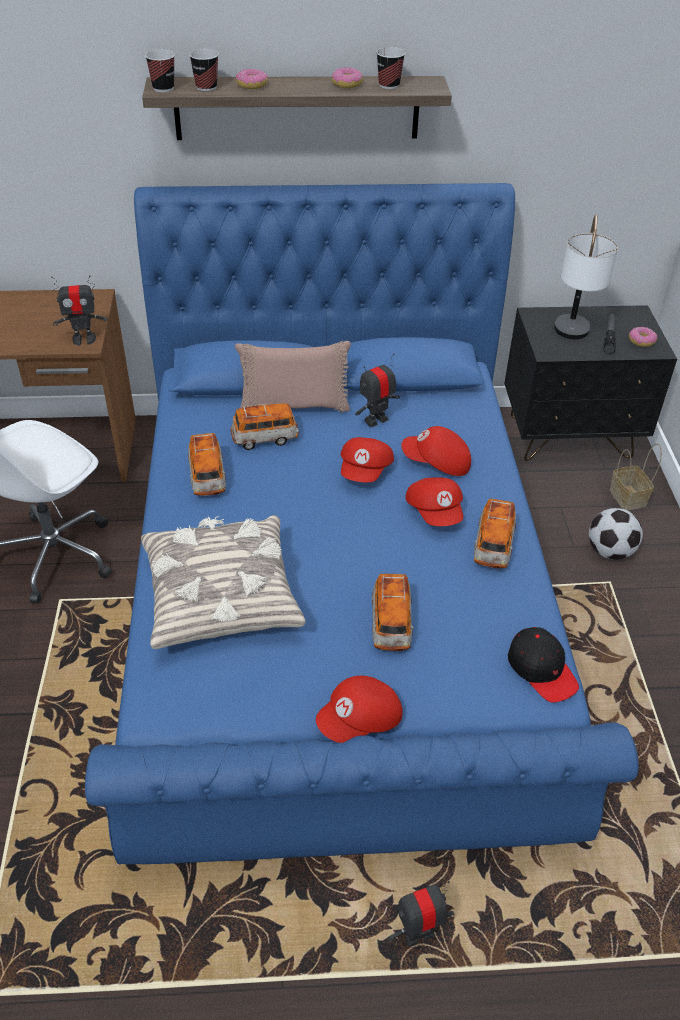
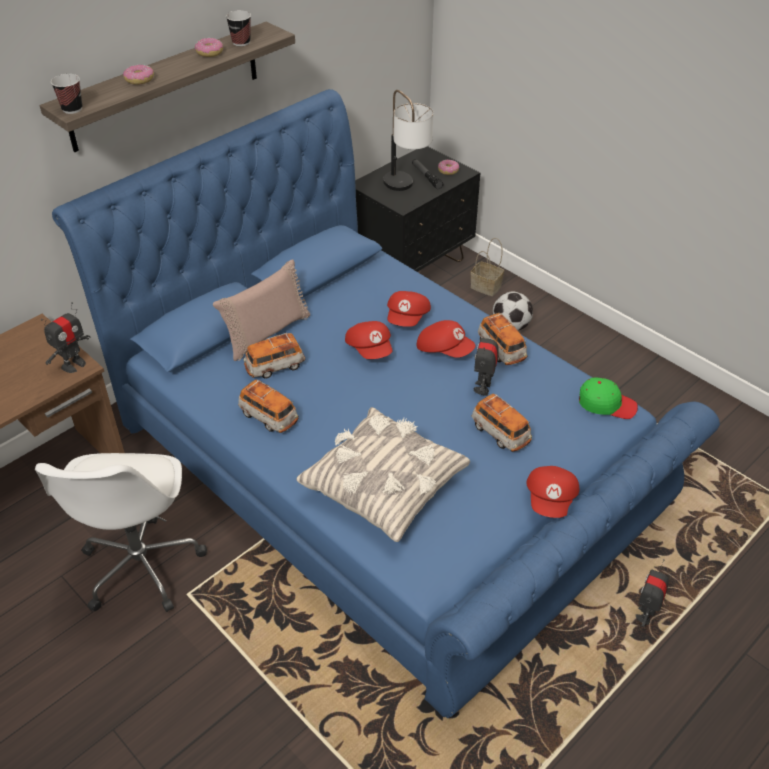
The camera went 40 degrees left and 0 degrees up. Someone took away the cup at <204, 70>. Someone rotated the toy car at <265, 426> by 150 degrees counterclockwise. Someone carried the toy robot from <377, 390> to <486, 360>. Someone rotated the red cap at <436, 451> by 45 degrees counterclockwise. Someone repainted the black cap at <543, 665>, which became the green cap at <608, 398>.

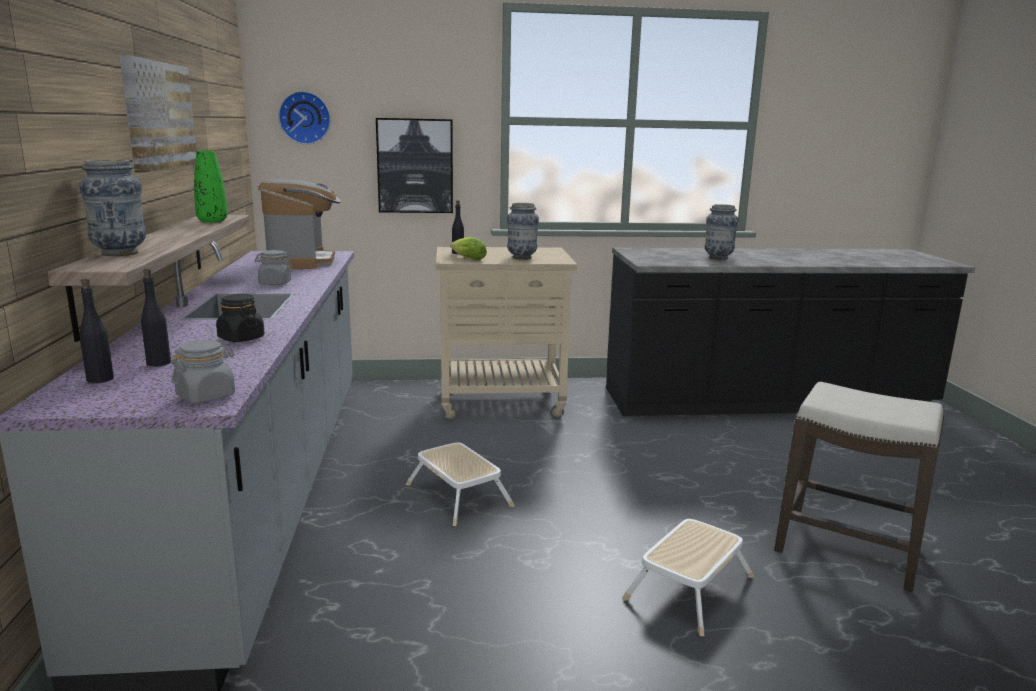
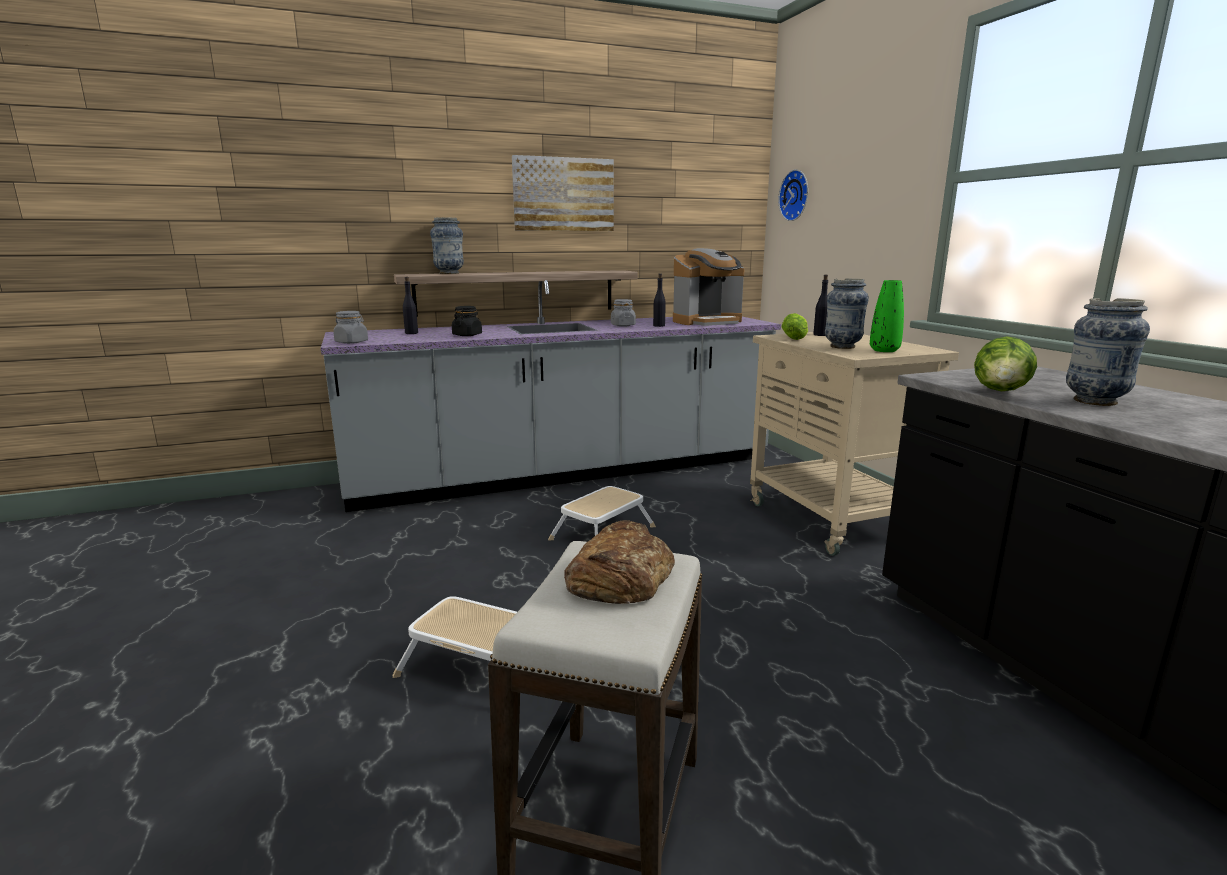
The camera went 75 degrees right and 0 degrees up. Someone carried the black bottle from <96, 330> to <659, 300>. Someone carried the green vase from <211, 187> to <887, 316>. Someone took away the picture at <414, 165>. Someone put down the bread at <619, 562>. Someone put down the lettuce at <1005, 363>.

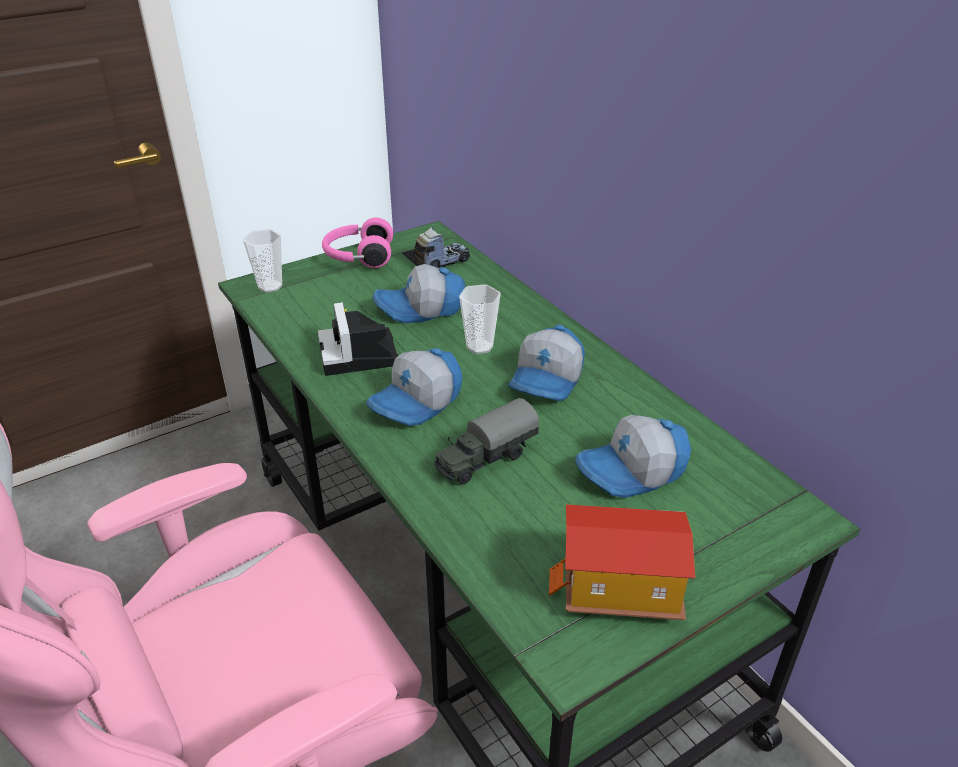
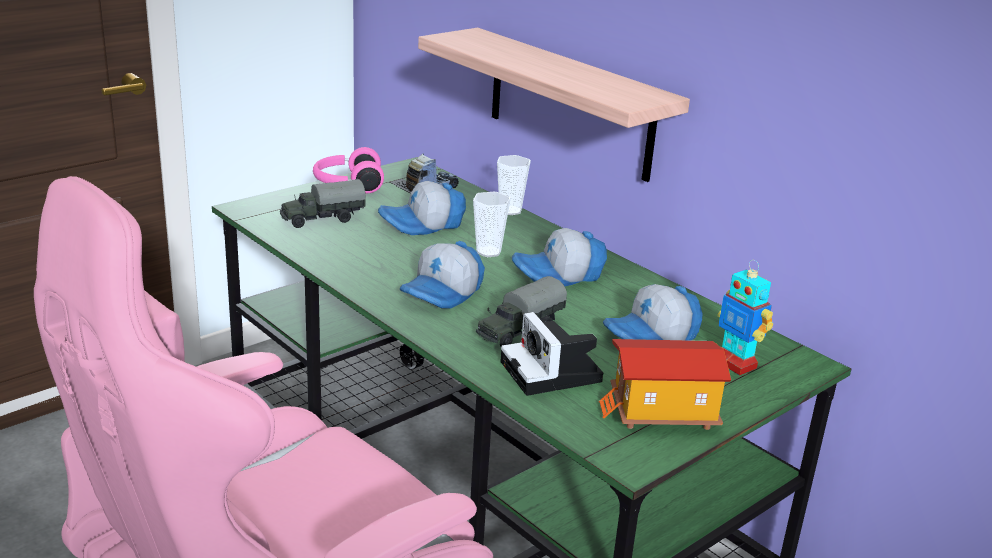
The camera went 10 degrees left and 10 degrees down. Someone carried the cup from <262, 261> to <514, 185>. Someone carried the photo camera from <358, 339> to <552, 354>. Someone rotated the cap at <546, 363> by 60 degrees clockwise. Someone put down the toy truck at <323, 203>. Someone put up the shelf at <554, 105>. Someone put down the toy robot at <745, 317>.

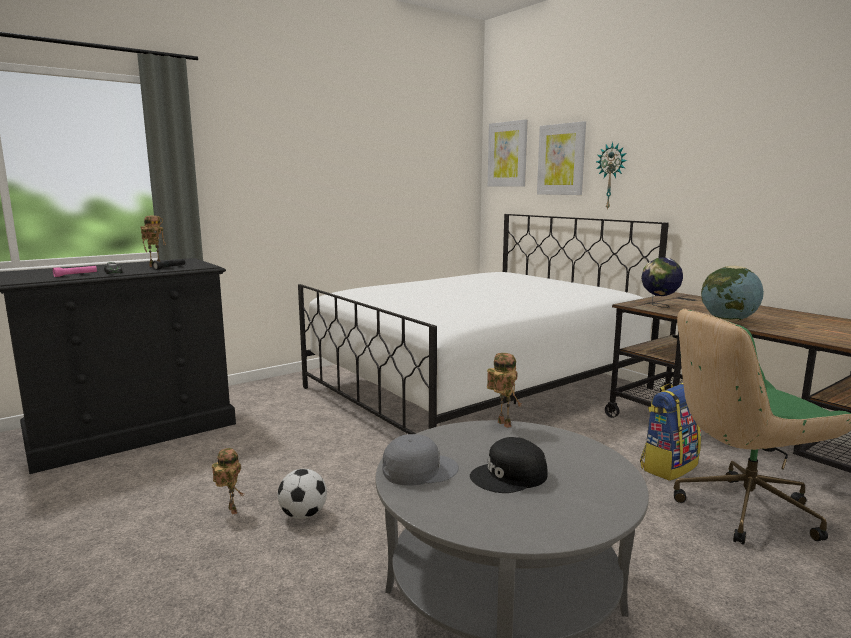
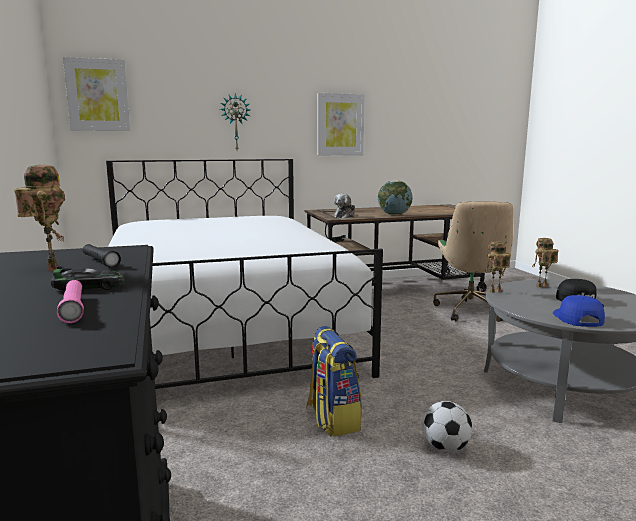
The camera went 70 degrees left and 0 degrees up. Someone carried the toy robot from <228, 481> to <545, 262>. Someone repainted the grey cap at <420, 460>, which became the blue cap at <579, 311>. Someone carried the picture from <561, 158> to <341, 124>. Someone carried the backpack from <670, 432> to <334, 381>. Someone swapped the globe at <662, 282> for the plush toy at <344, 206>.

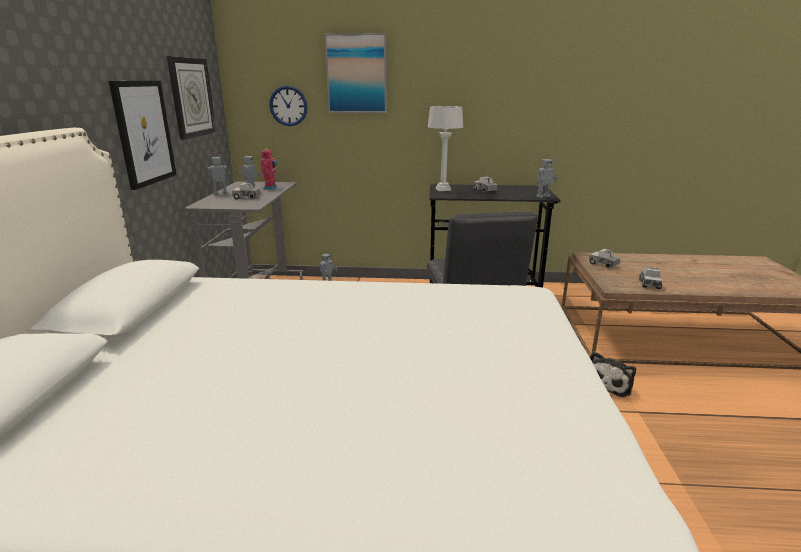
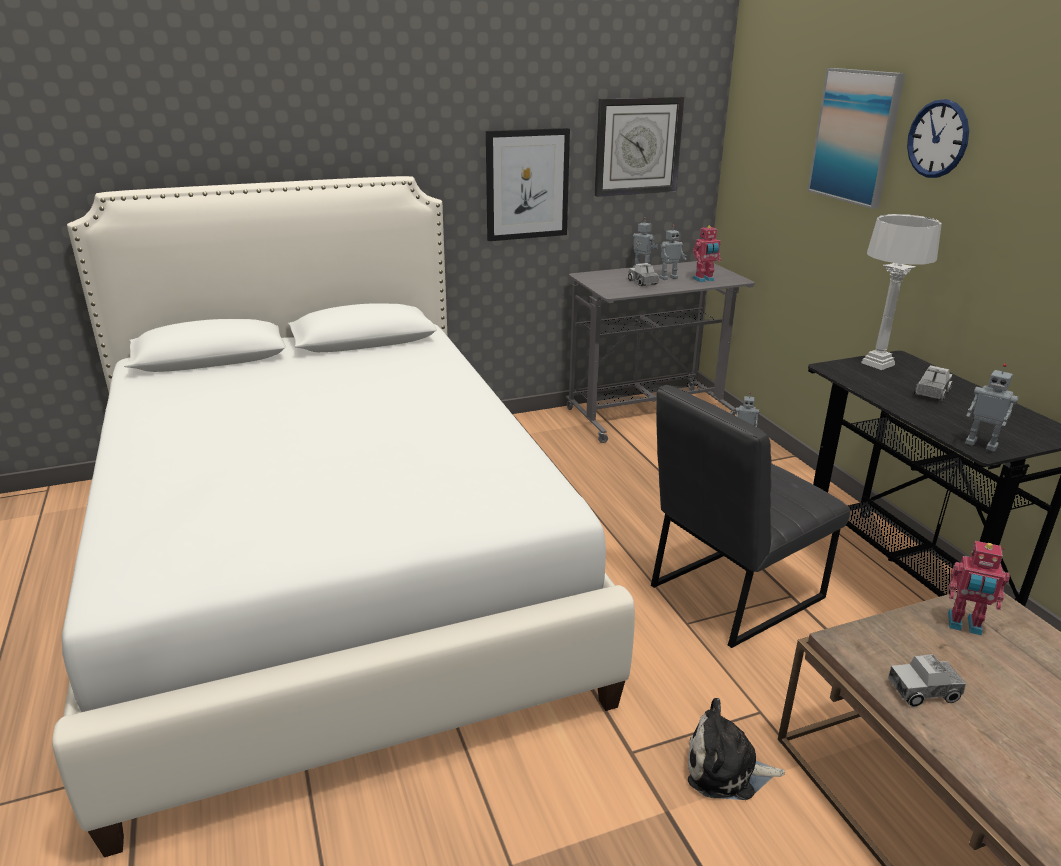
The camera went 65 degrees right and 5 degrees up. Someone carried the wall clock from <288, 106> to <938, 138>. Someone swapped the toy truck at <604, 259> for the toy robot at <979, 588>.

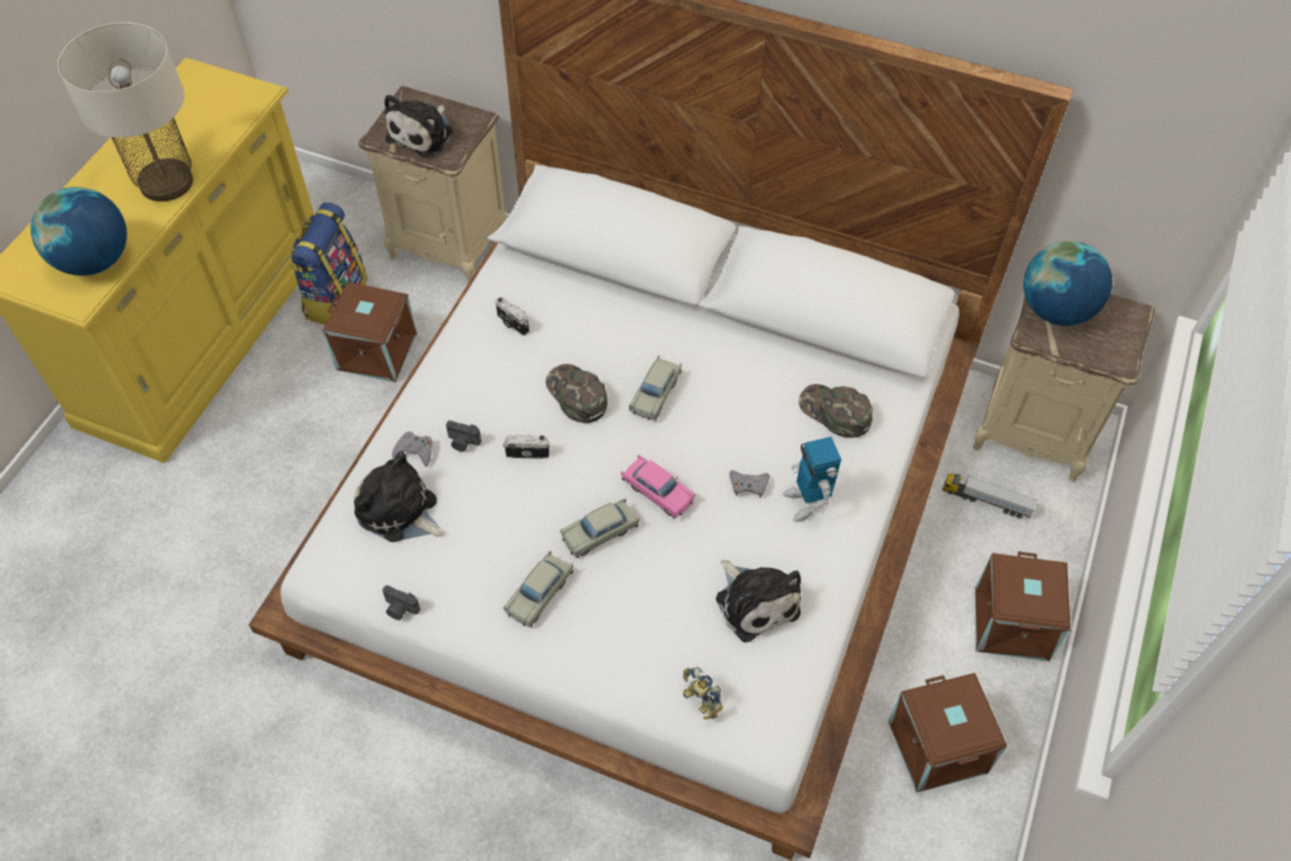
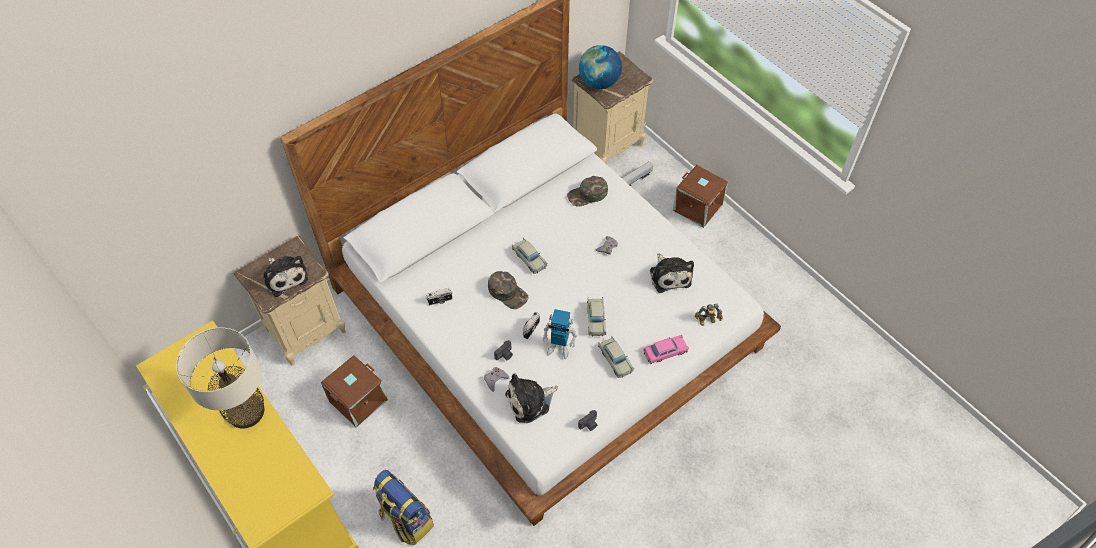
The camera went 60 degrees left and 0 degrees up. Someone took away the globe at <79, 231>. Someone carried the backpack from <328, 264> to <403, 507>. Someone rotated the green cap at <576, 393> by 135 degrees counterclockwise. Someone carried the pink toy car from <658, 487> to <666, 349>. Someone rotated the plush toy at <758, 601> by 75 degrees clockwise. Someone carried the toy robot from <812, 479> to <559, 334>. Someone took away the brown storage box at <947, 733>.

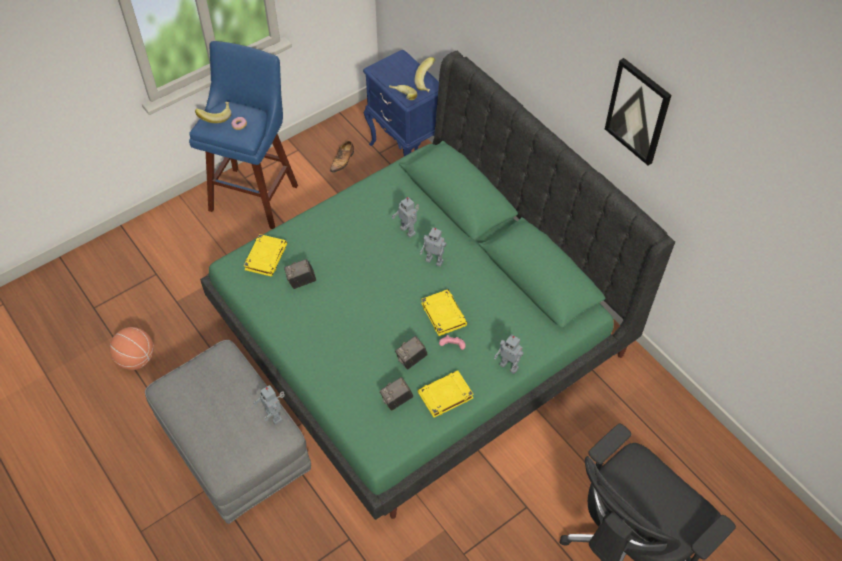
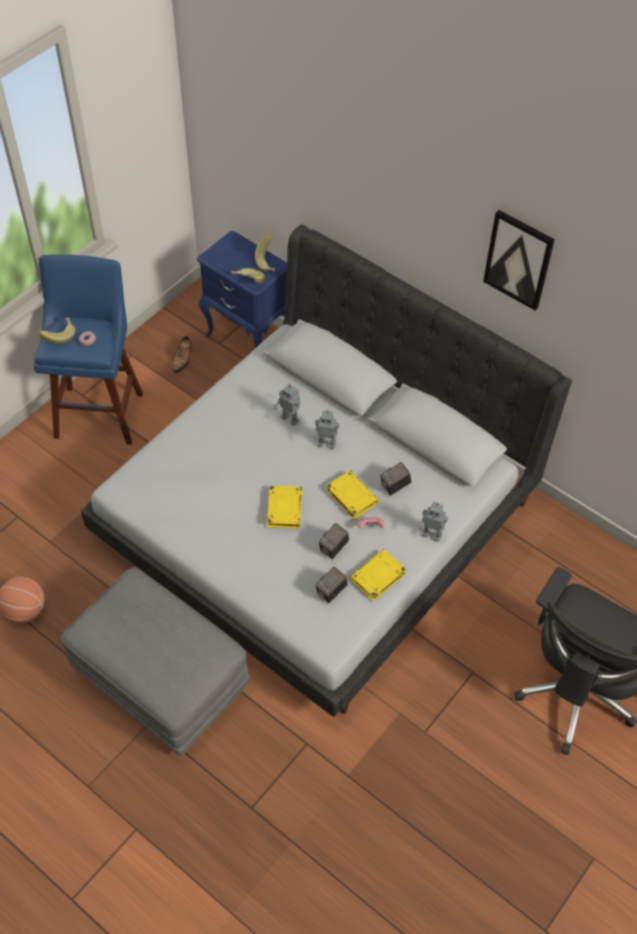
The camera went 15 degrees left and 0 degrees up. Someone repainted the green bed at <437, 285>, which became the grey bed at <326, 470>. Someone carried the yellow book from <265, 255> to <284, 507>. Someone took away the toy robot at <269, 405>. Someone carried the photo camera from <300, 274> to <395, 478>.

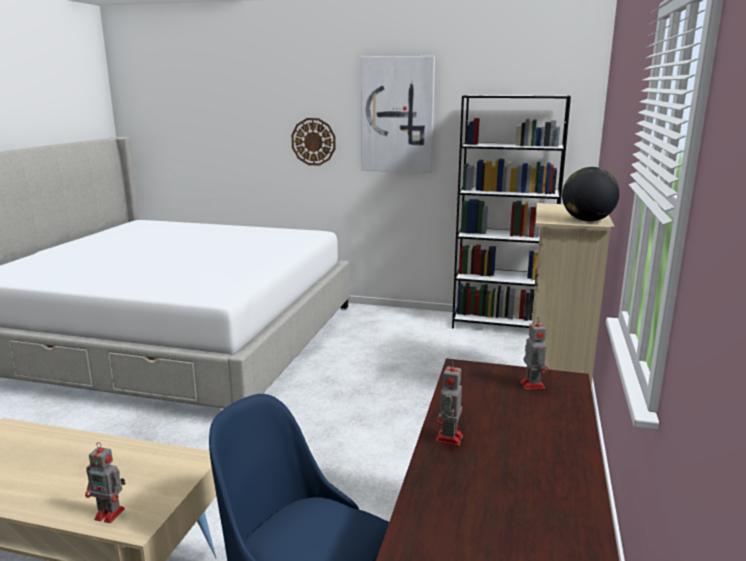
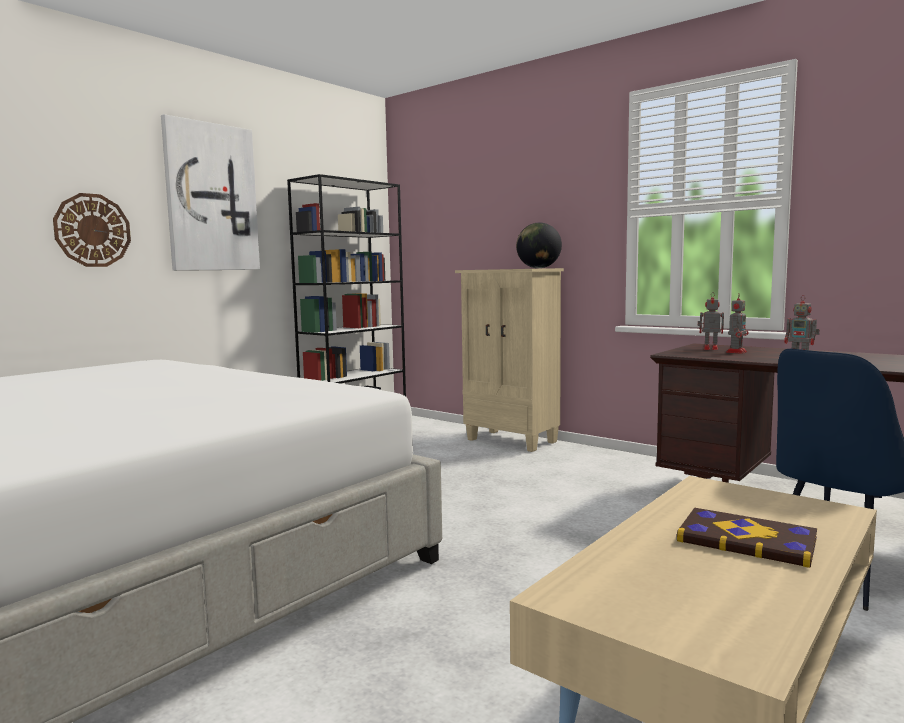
The camera went 65 degrees left and 10 degrees down. Someone carried the toy robot from <105, 482> to <737, 323>. Someone put down the book at <747, 538>.

